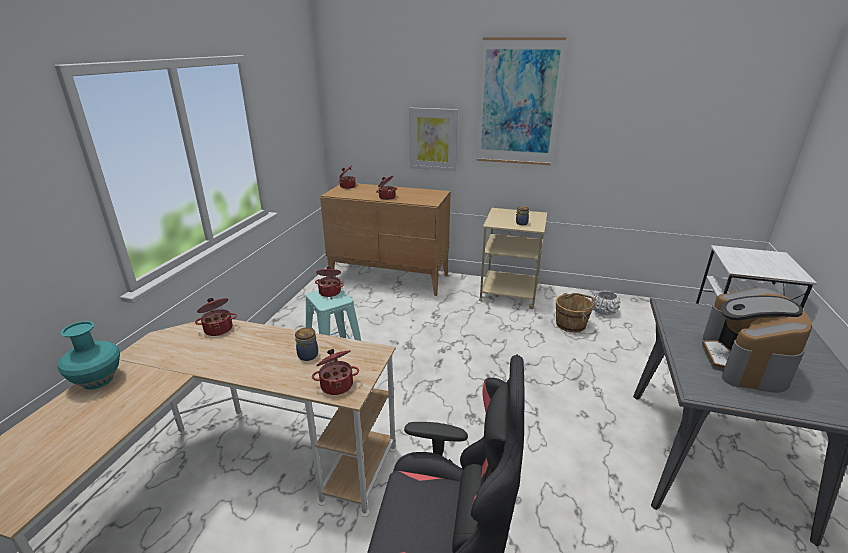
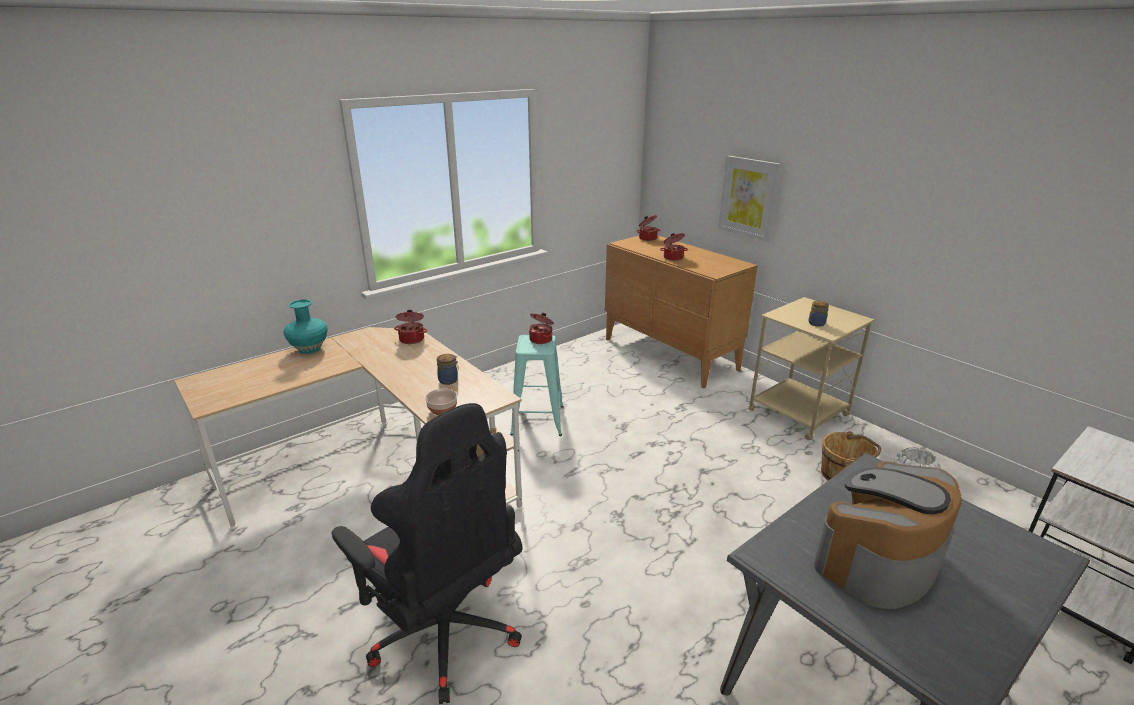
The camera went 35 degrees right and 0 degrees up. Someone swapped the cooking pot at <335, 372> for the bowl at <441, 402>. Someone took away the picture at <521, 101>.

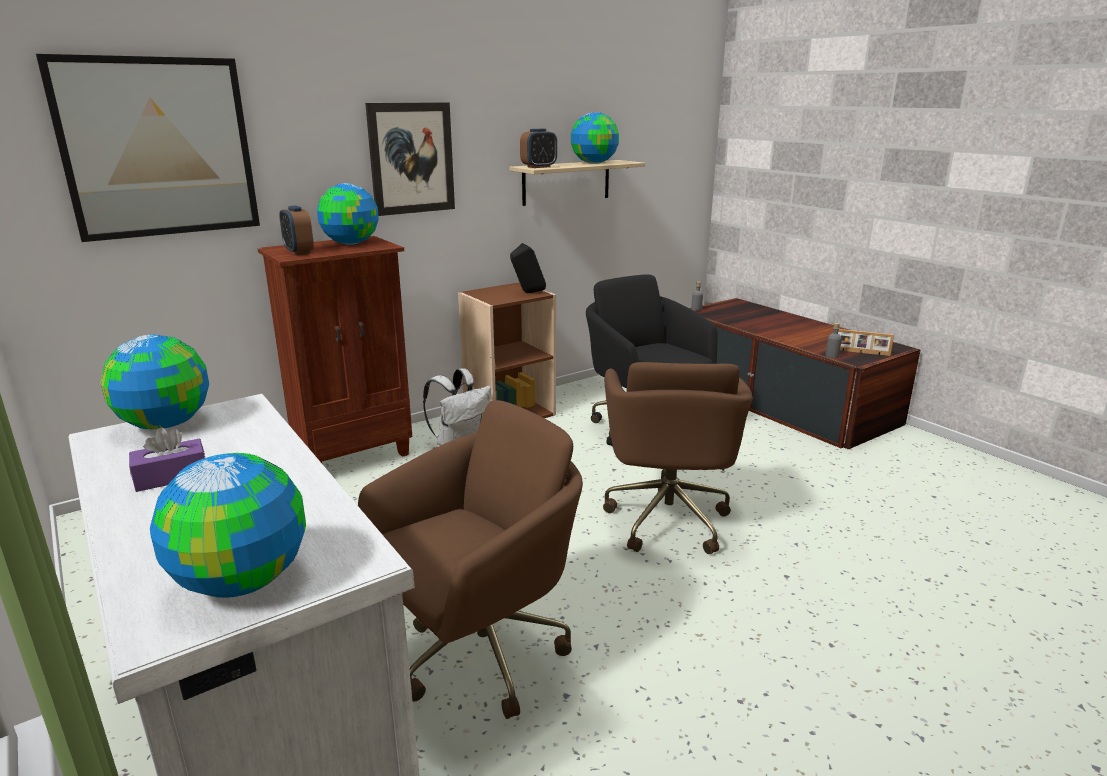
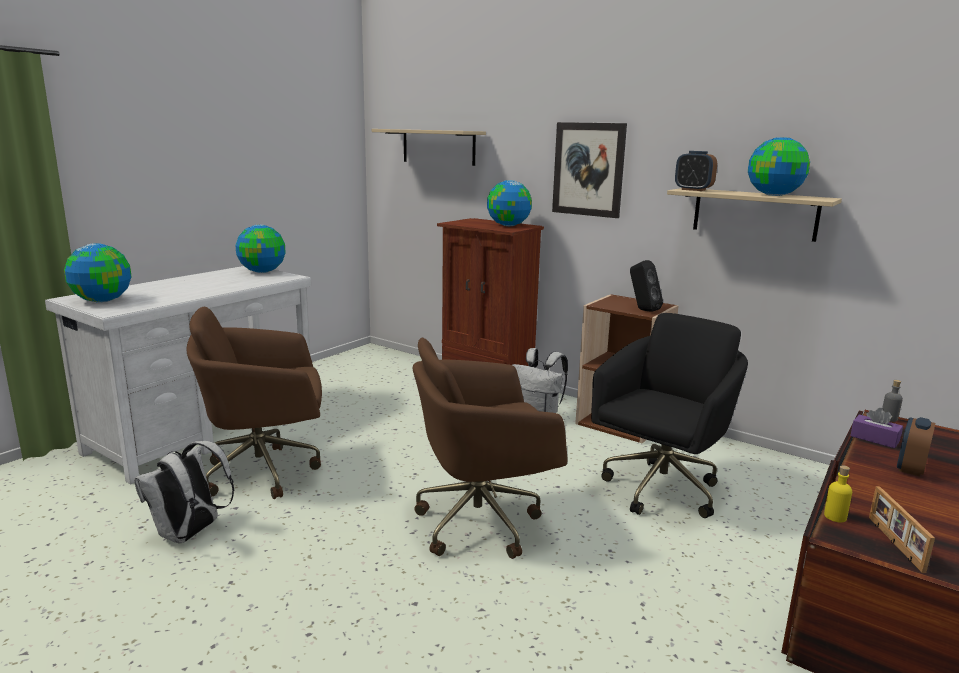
The camera went 70 degrees right and 5 degrees down. Someone swapped the picture at <148, 148> for the beige shelf at <429, 147>. Someone carried the purple tissue box from <167, 459> to <876, 428>. Someone carried the alarm clock from <296, 230> to <916, 446>. Someone rotated the brown office chair at <470, 559> by 135 degrees clockwise. Someone repainted the grey bottle at <834, 340>, which became the yellow bottle at <838, 493>. Someone put down the white backpack at <184, 492>.

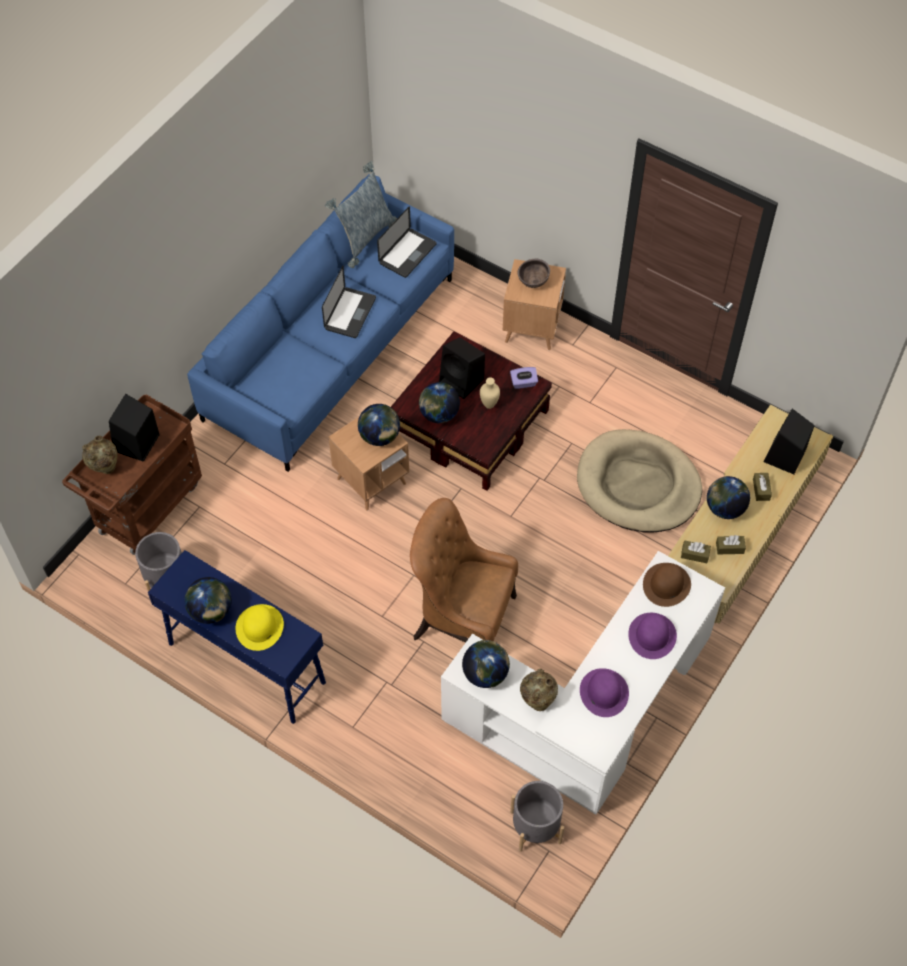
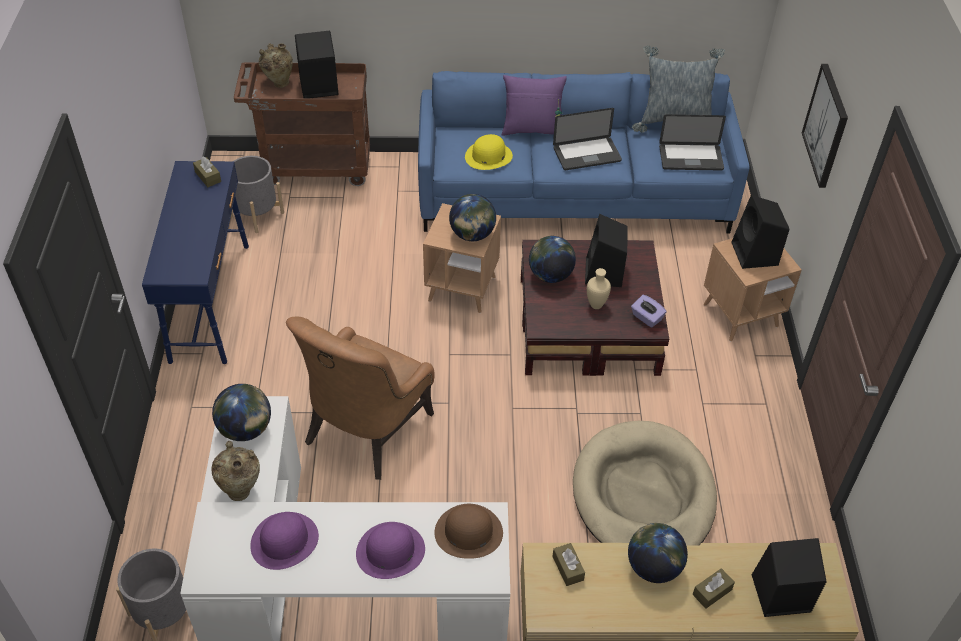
The camera went 55 degrees right and 10 degrees down. Someone took away the globe at <208, 600>. Someone carried the yellow hat from <260, 627> to <489, 152>. Someone rotated the brown chair at <464, 570> by 135 degrees counterclockwise. Someone swapped the brown bowl at <534, 273> for the black speaker at <760, 232>. Someone carried the brown tissue box from <731, 544> to <207, 171>. Someone put down the purple pillow at <534, 105>. Someone put up the picture at <825, 126>.

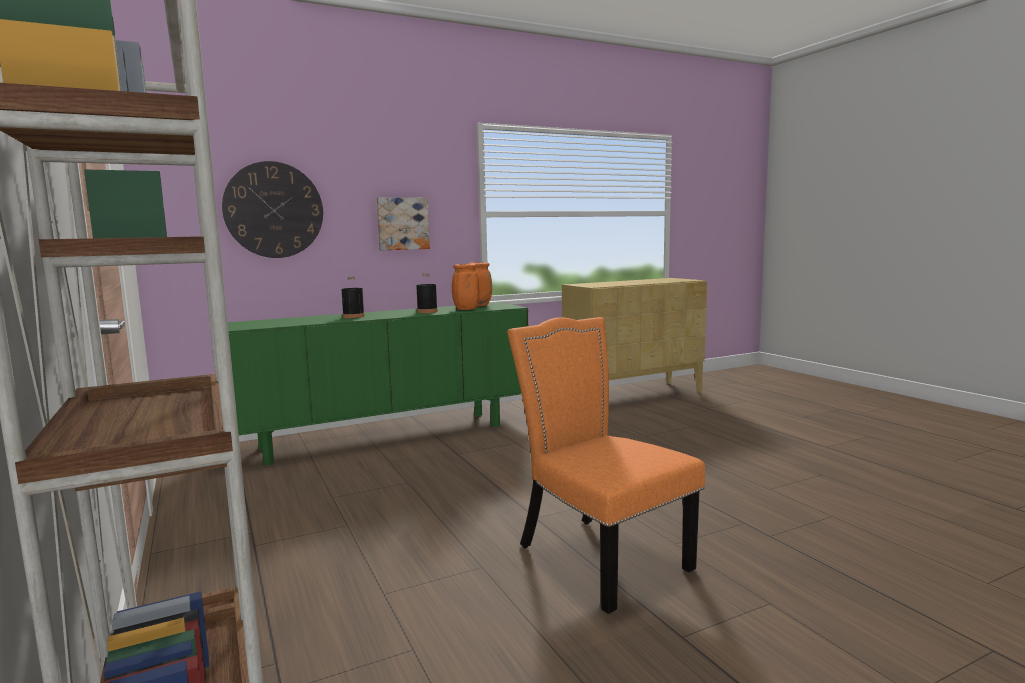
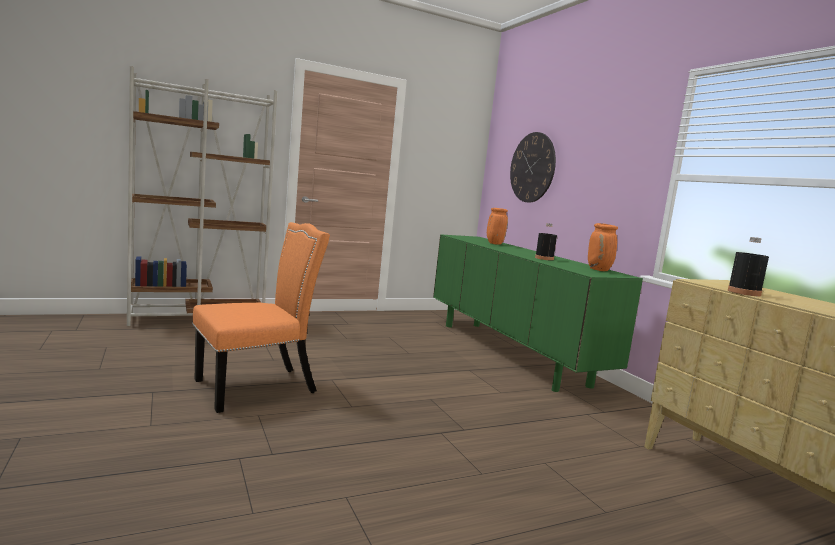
The camera went 90 degrees right and 0 degrees up. Someone carried the black bottle from <353, 297> to <748, 266>. Someone took away the picture at <403, 224>. Someone carried the orange vase from <466, 287> to <497, 226>.

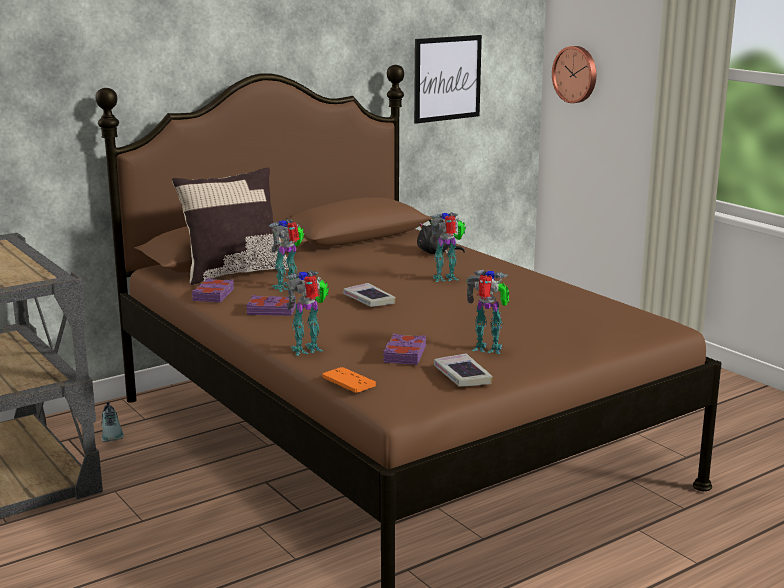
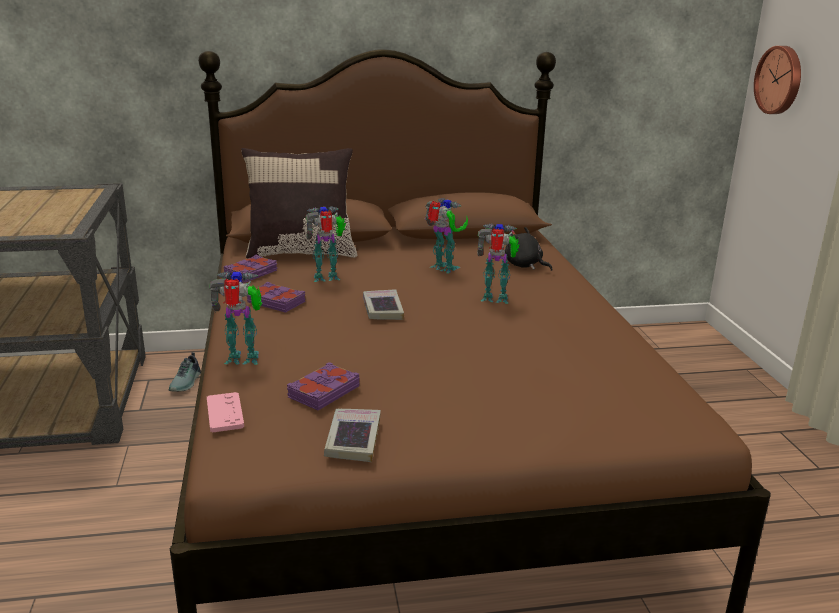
The camera went 25 degrees right and 5 degrees up. Someone repainted the orange game controller at <349, 380>, which became the pink game controller at <225, 412>. Someone took away the picture at <448, 79>. Someone carried the toy robot from <488, 312> to <446, 235>.

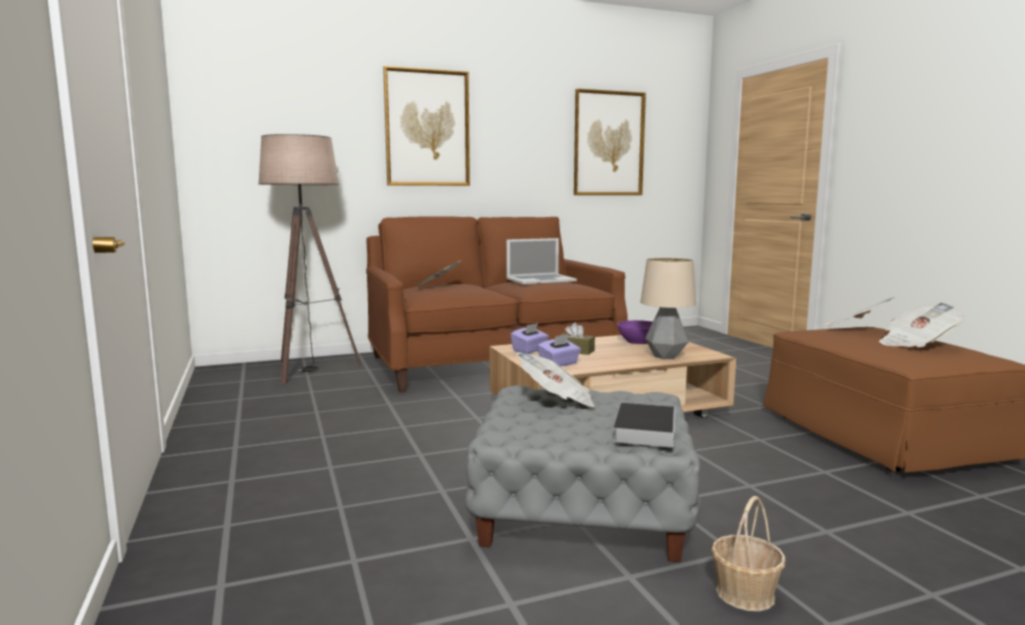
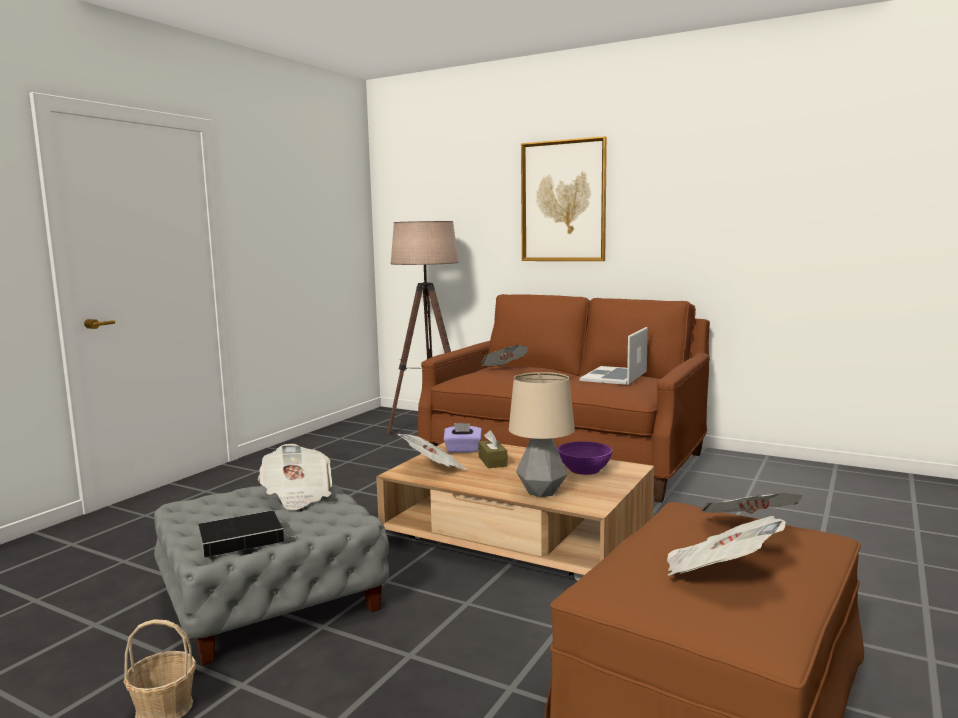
The camera went 50 degrees right and 0 degrees up. Someone rotated the laptop at <542, 261> by 90 degrees clockwise. Someone swapped the purple tissue box at <559, 350> for the newspaper at <433, 452>. Someone took away the picture at <610, 142>.

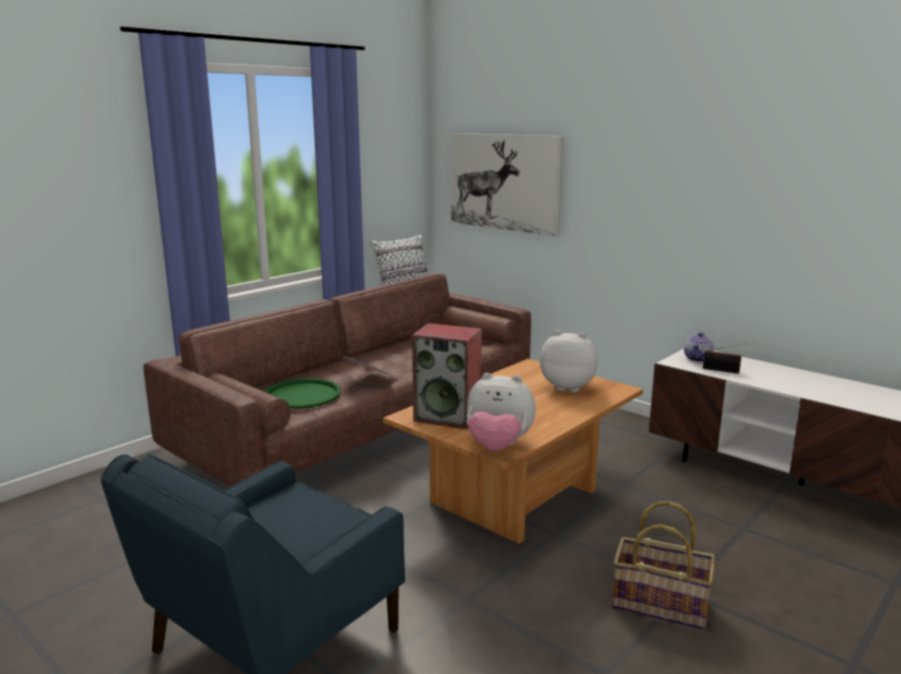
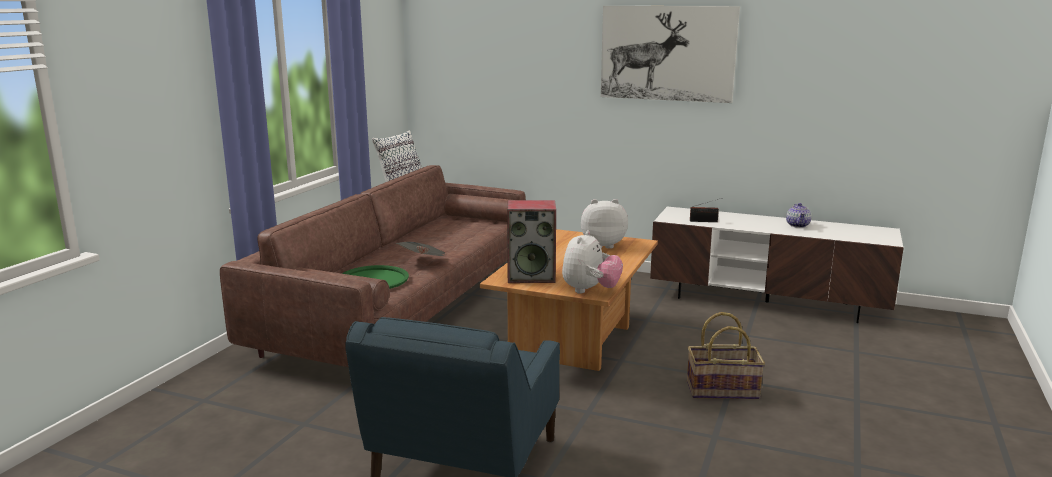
The camera went 20 degrees left and 0 degrees up. Someone carried the picture from <507, 184> to <670, 54>. Someone rotated the plush toy at <501, 412> by 60 degrees counterclockwise. Someone carried the teapot from <699, 347> to <798, 215>.

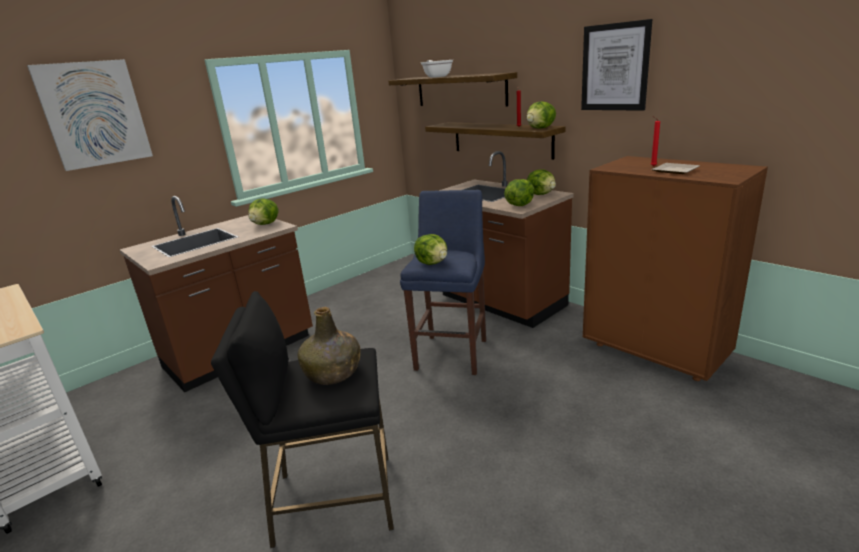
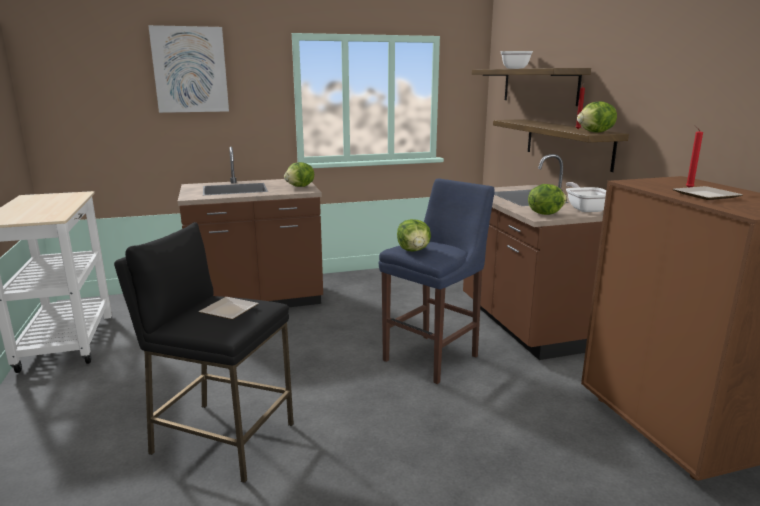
The camera went 25 degrees right and 5 degrees down. Someone swapped the green bottle at <329, 346> for the plate at <229, 308>. Someone swapped the lettuce at <541, 182> for the frying pan at <586, 197>. Someone took away the picture at <616, 65>.

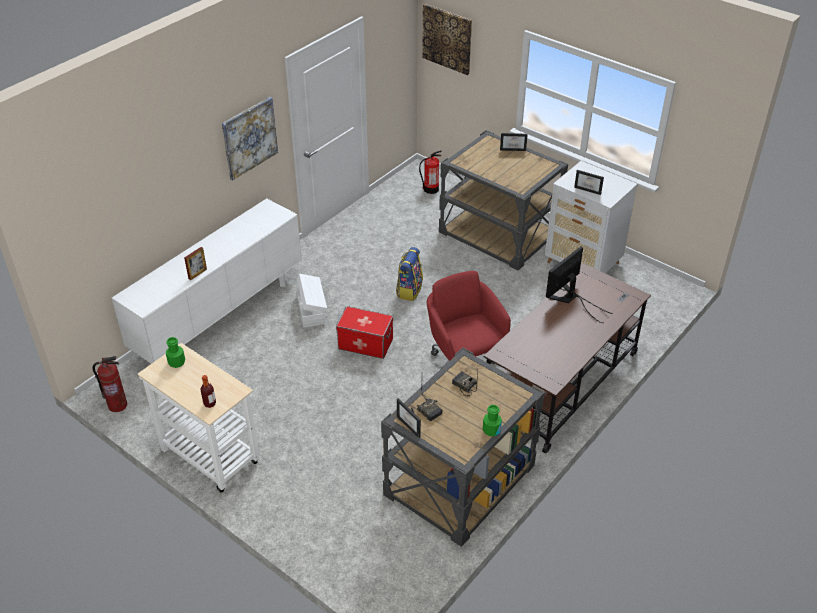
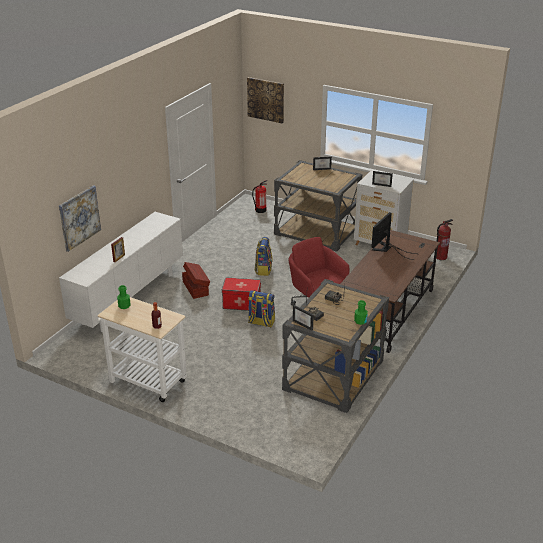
The camera went 10 degrees left and 10 degrees down. Someone carried the fire extinguisher from <109, 384> to <444, 239>. Someone carried the picture from <250, 139> to <80, 218>. Someone repainted the white storage box at <311, 301>, which became the brown storage box at <196, 280>. Someone put down the backpack at <261, 308>.

